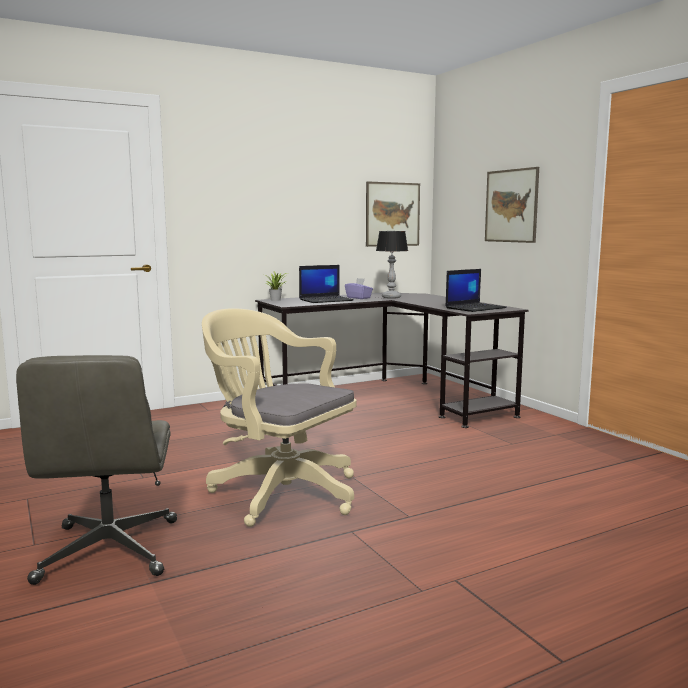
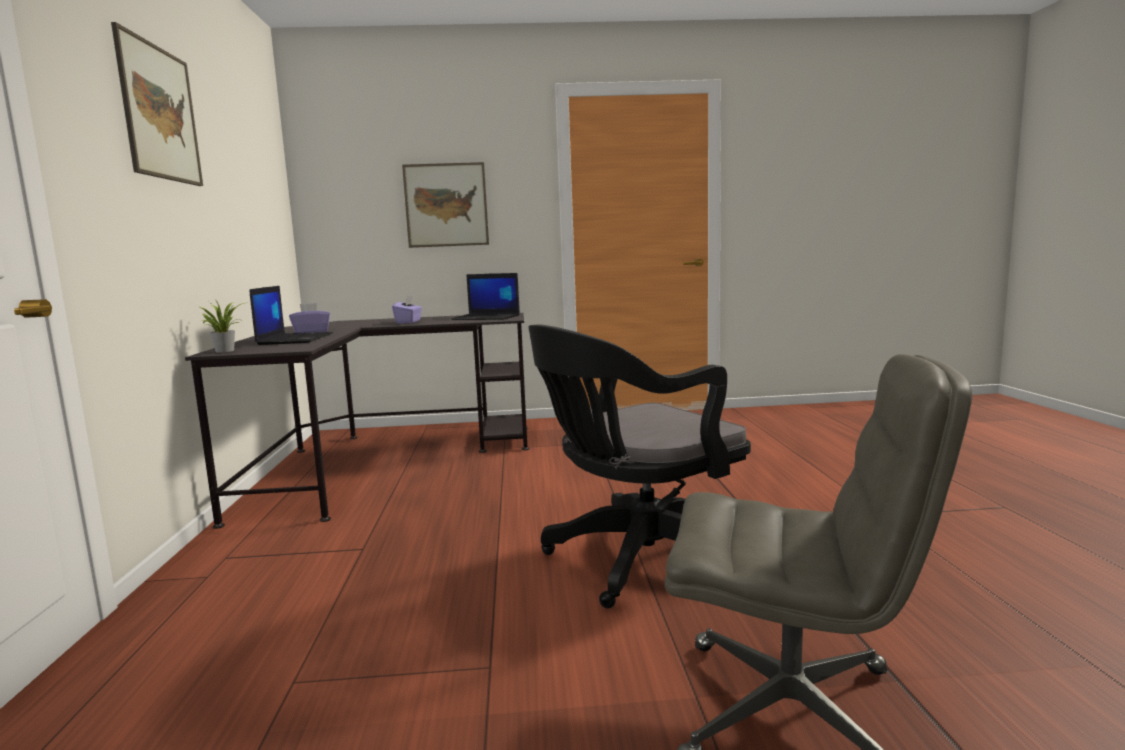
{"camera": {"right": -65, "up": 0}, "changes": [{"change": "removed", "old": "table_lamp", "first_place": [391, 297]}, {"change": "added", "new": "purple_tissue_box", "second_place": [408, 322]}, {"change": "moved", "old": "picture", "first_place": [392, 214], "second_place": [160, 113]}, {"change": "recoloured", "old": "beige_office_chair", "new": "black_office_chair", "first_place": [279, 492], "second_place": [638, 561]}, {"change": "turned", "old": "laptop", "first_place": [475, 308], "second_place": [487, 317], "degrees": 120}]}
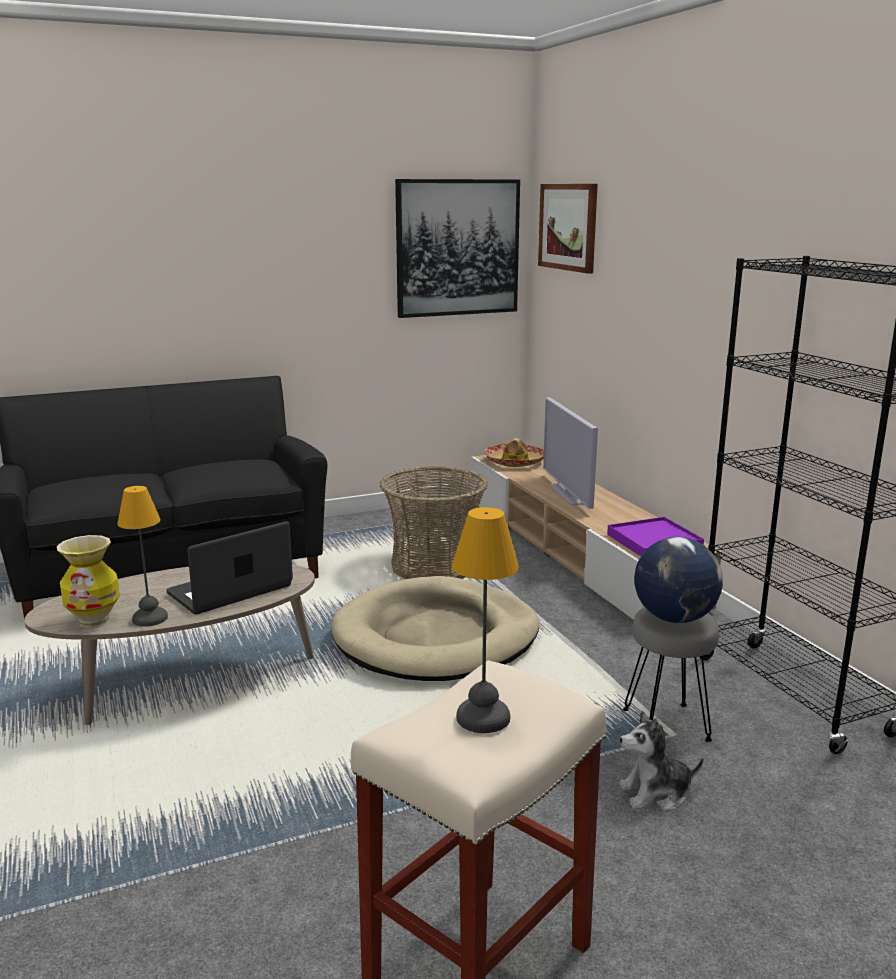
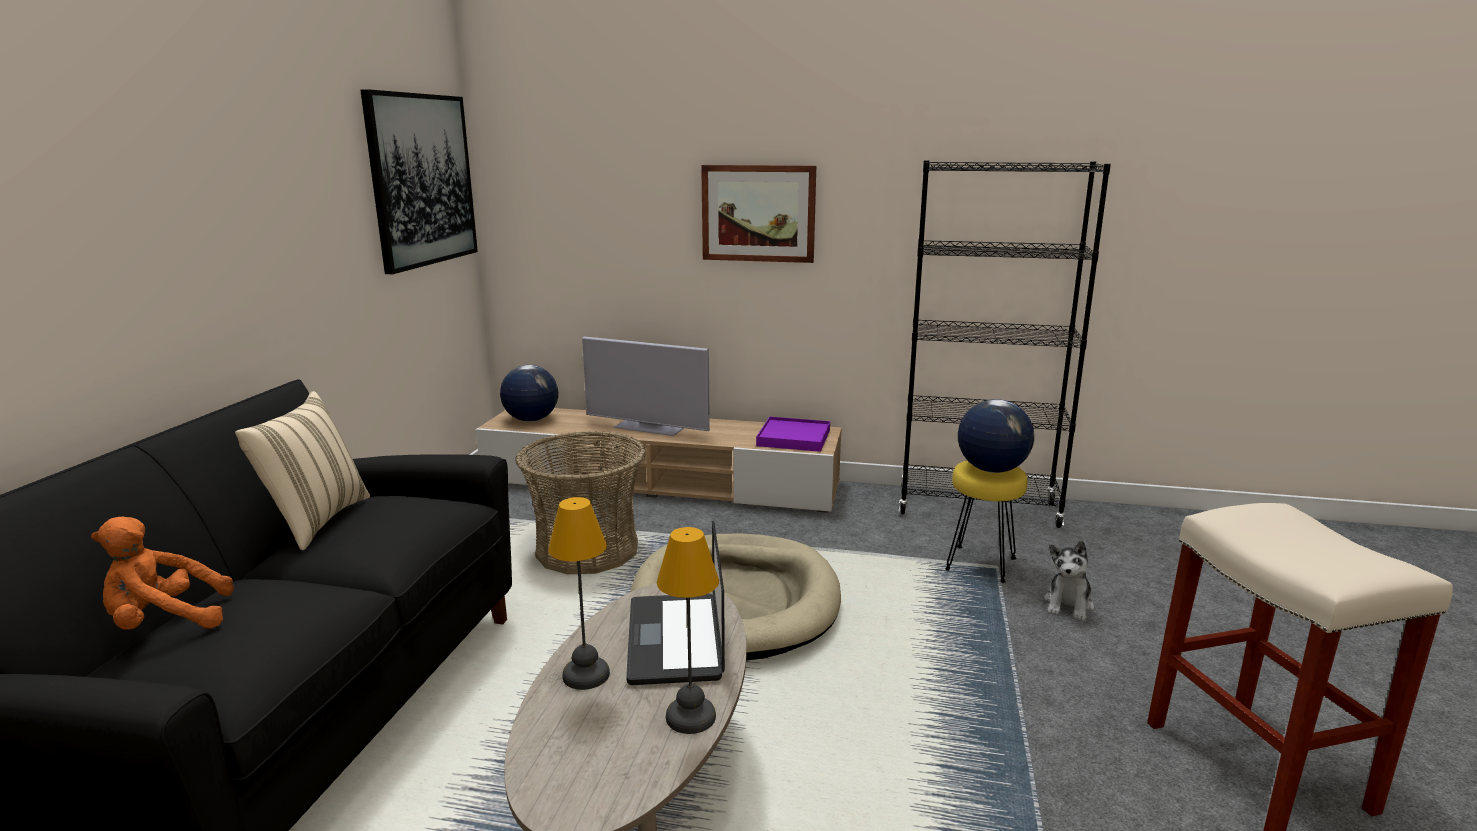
{"camera": {"right": -55, "up": 0}, "changes": [{"change": "removed", "old": "vase", "first_place": [94, 620]}, {"change": "added", "new": "orange_plush_toy", "second_place": [165, 622]}, {"change": "added", "new": "beige_pillow", "second_place": [315, 521]}, {"change": "moved", "old": "table_lamp", "first_place": [482, 716], "second_place": [584, 675]}, {"change": "moved", "old": "picture", "first_place": [568, 227], "second_place": [758, 213]}, {"change": "replaced", "old": "hat", "new": "globe", "first_place": [515, 462], "second_place": [531, 420]}, {"change": "recoloured", "old": "grey_stool", "new": "yellow_stool", "first_place": [667, 725], "second_place": [981, 563]}]}
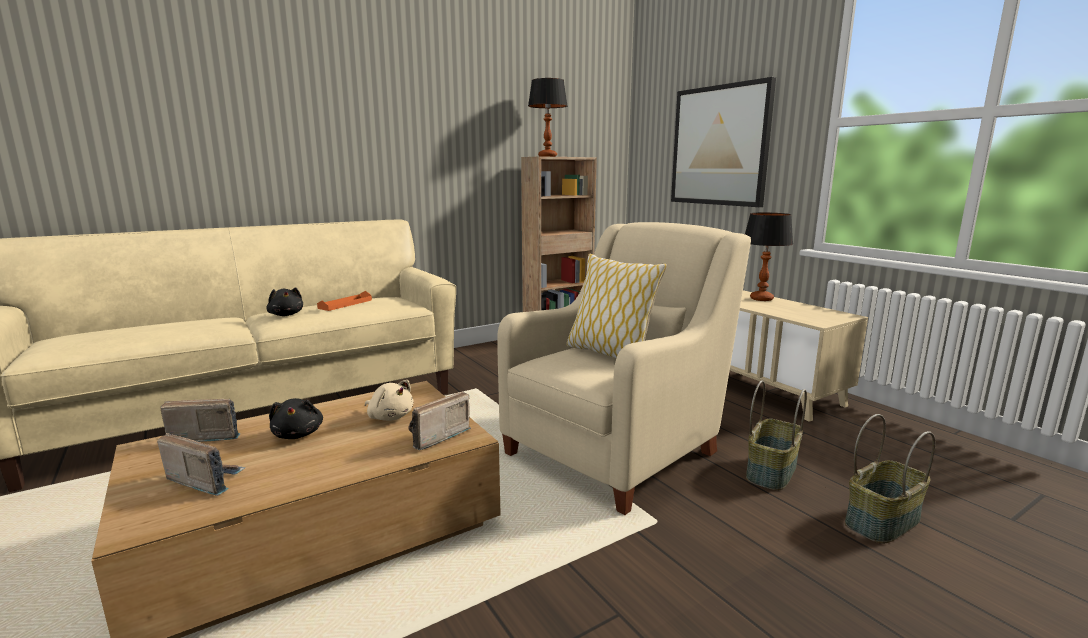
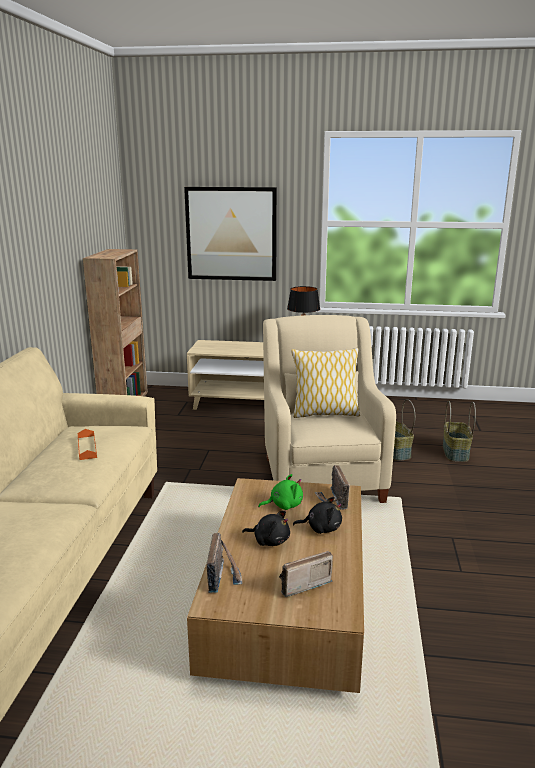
{"camera": {"right": -50, "up": 5}, "changes": [{"change": "removed", "old": "table_lamp", "first_place": [547, 156]}, {"change": "moved", "old": "black_plush_toy", "first_place": [286, 315], "second_place": [321, 528]}, {"change": "recoloured", "old": "beige_plush_toy", "new": "green_plush_toy", "first_place": [390, 417], "second_place": [284, 505]}, {"change": "turned", "old": "radio", "first_place": [206, 436], "second_place": [224, 575], "degrees": 150}]}
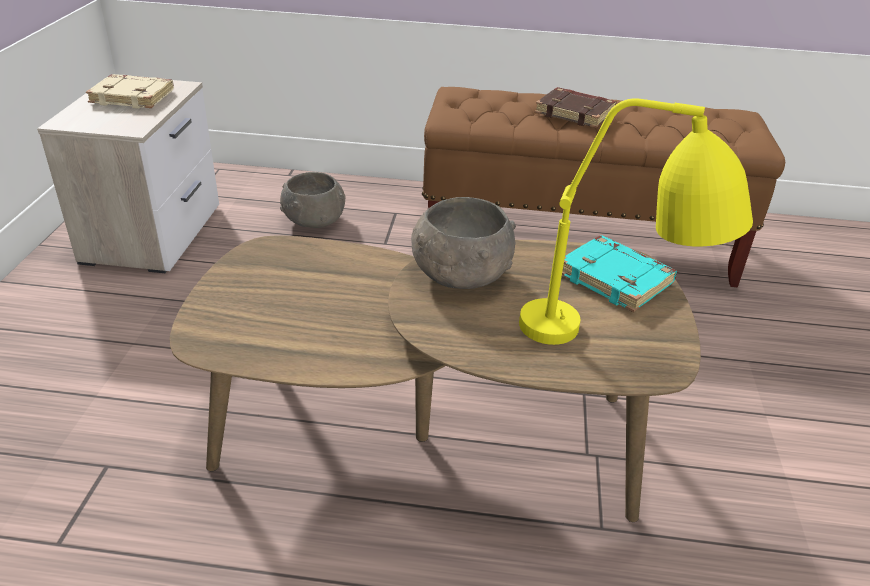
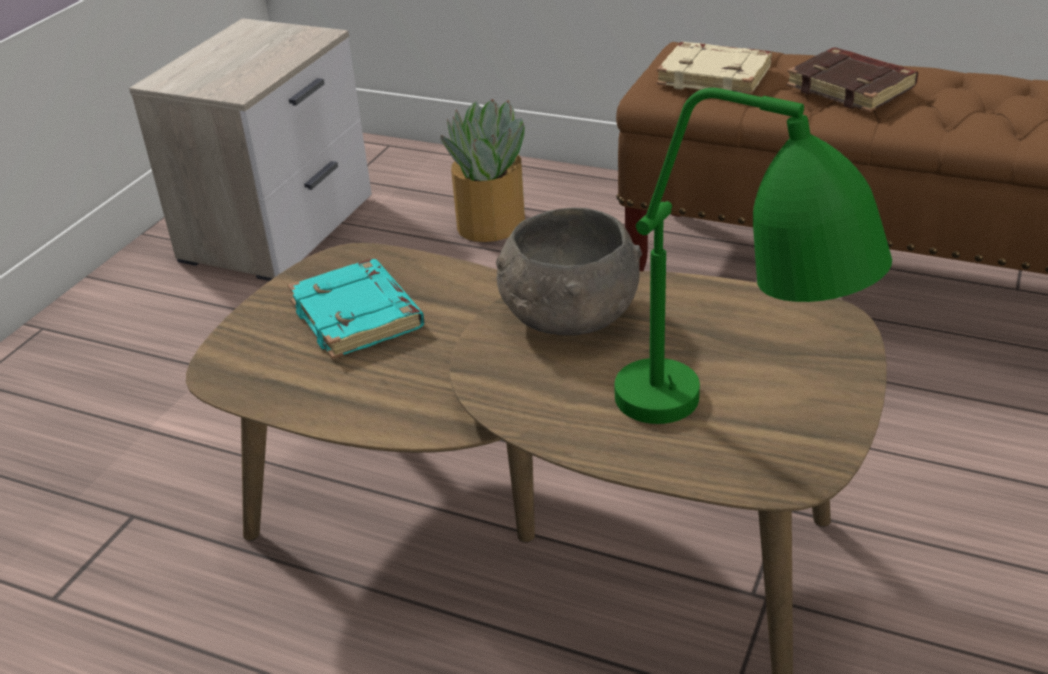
{"camera": {"right": 20, "up": 0}, "changes": [{"change": "moved", "old": "beige_book", "first_place": [134, 97], "second_place": [716, 77]}, {"change": "moved", "old": "turquoise_book", "first_place": [616, 279], "second_place": [359, 317]}, {"change": "replaced", "old": "grey_bowl", "new": "potted_plant", "first_place": [314, 220], "second_place": [489, 224]}, {"change": "recoloured", "old": "yellow_table_lamp", "new": "green_table_lamp", "first_place": [614, 345], "second_place": [737, 434]}]}
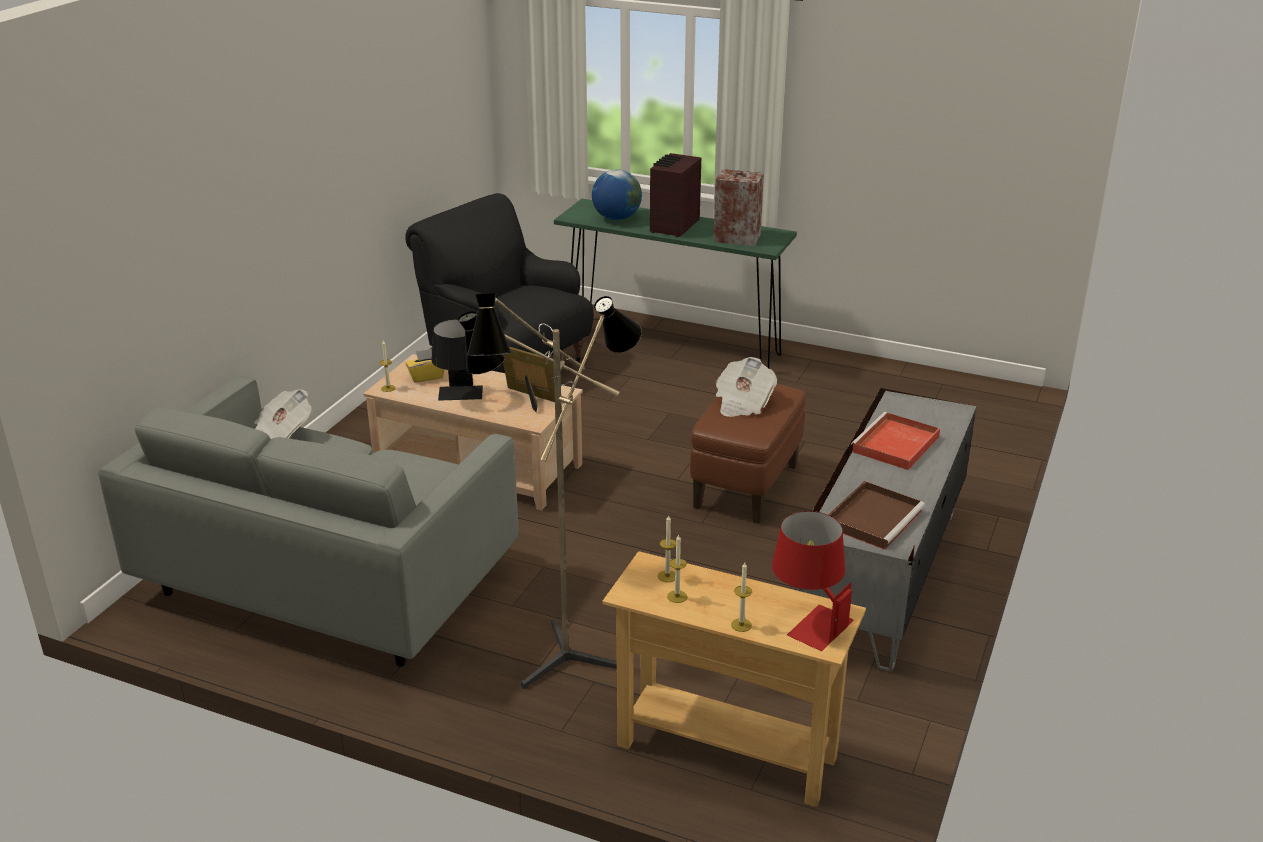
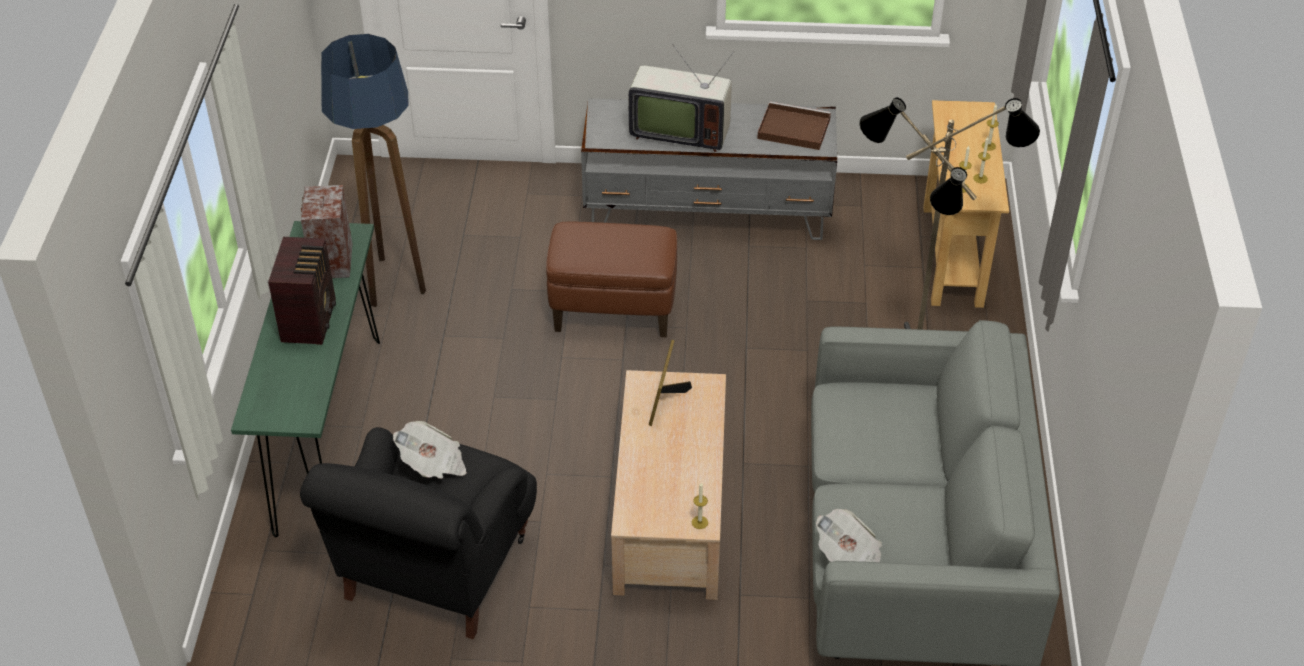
{"camera": {"right": -110, "up": 15}, "changes": [{"change": "removed", "old": "yellow_tissue_box", "first_place": [426, 376]}, {"change": "removed", "old": "black_table_lamp", "first_place": [460, 397]}, {"change": "removed", "old": "globe", "first_place": [616, 218]}, {"change": "removed", "old": "red_table_lamp", "first_place": [808, 622]}, {"change": "added", "new": "floor_lamp", "second_place": [390, 281]}, {"change": "moved", "old": "newspaper", "first_place": [742, 403], "second_place": [433, 464]}, {"change": "replaced", "old": "red_tray", "new": "television", "first_place": [895, 445], "second_place": [679, 131]}, {"change": "turned", "old": "radio", "first_place": [673, 226], "second_place": [310, 320], "degrees": -90}]}
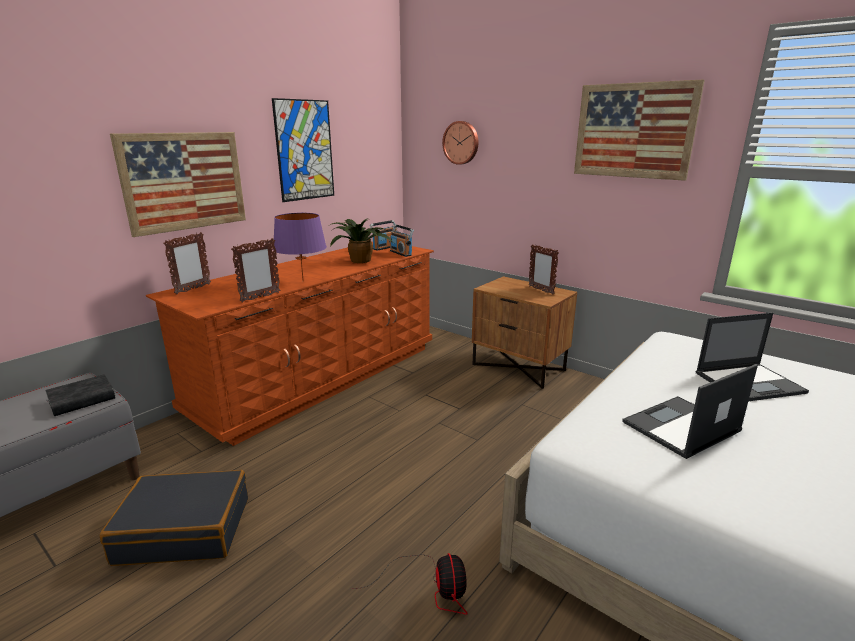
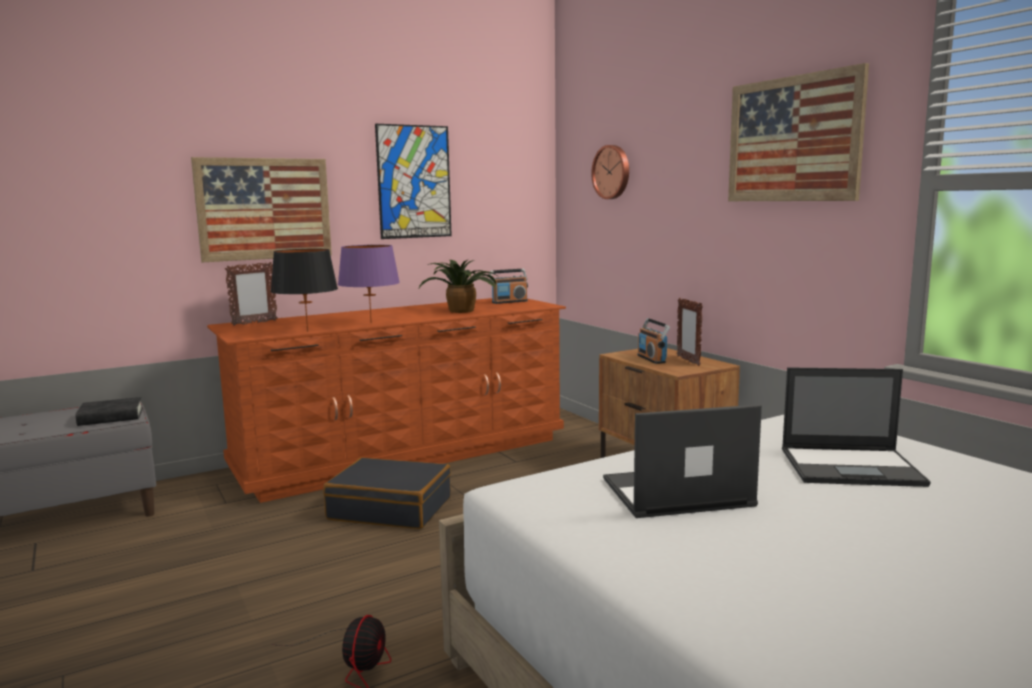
{"camera": {"right": 20, "up": -10}, "changes": [{"change": "moved", "old": "black_suitcase", "first_place": [185, 529], "second_place": [390, 508]}, {"change": "moved", "old": "radio", "first_place": [401, 253], "second_place": [651, 359]}, {"change": "replaced", "old": "picture_frame", "new": "black_table_lamp", "first_place": [260, 297], "second_place": [307, 332]}]}
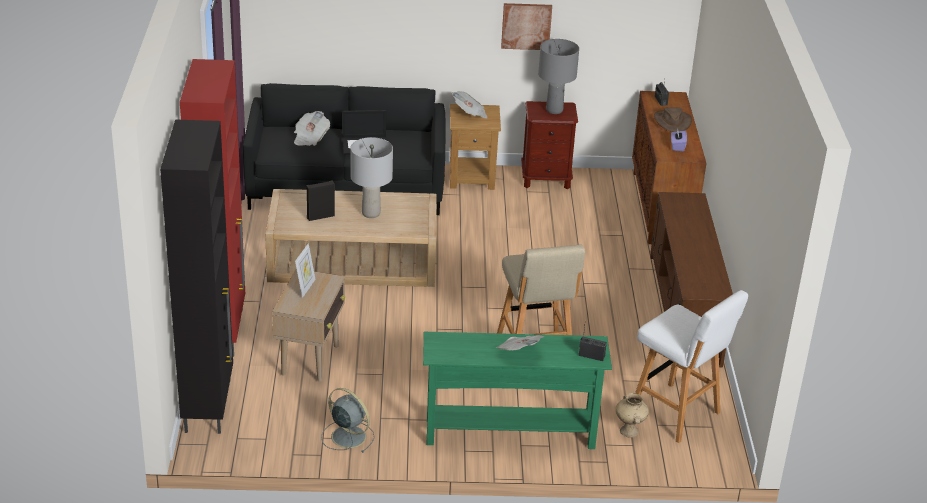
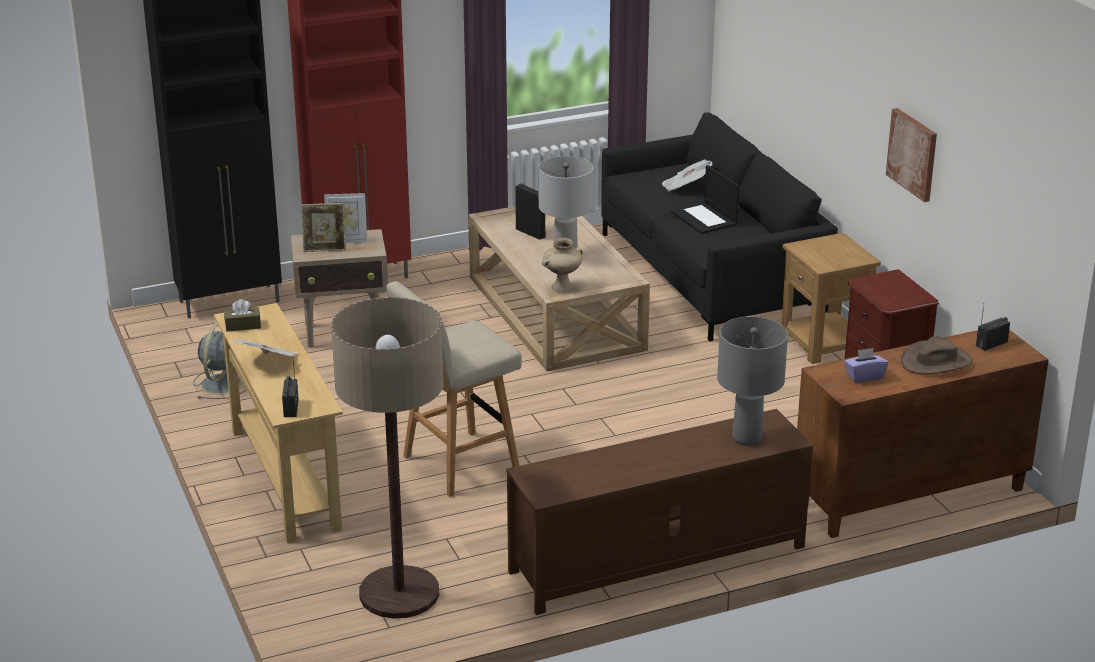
{"camera": {"right": 70, "up": -5}, "changes": [{"change": "removed", "old": "newspaper", "first_place": [470, 114]}, {"change": "added", "new": "brown_tissue_box", "second_place": [243, 325]}, {"change": "added", "new": "picture_frame", "second_place": [325, 250]}, {"change": "moved", "old": "grey_table_lamp", "first_place": [554, 110], "second_place": [746, 439]}, {"change": "moved", "old": "beige_vase", "first_place": [629, 431], "second_place": [562, 288]}, {"change": "replaced", "old": "white_stool", "new": "floor_lamp", "first_place": [677, 414], "second_place": [399, 593]}, {"change": "recoloured", "old": "green_console_table", "new": "beige_console_table", "first_place": [510, 433], "second_place": [284, 479]}]}
